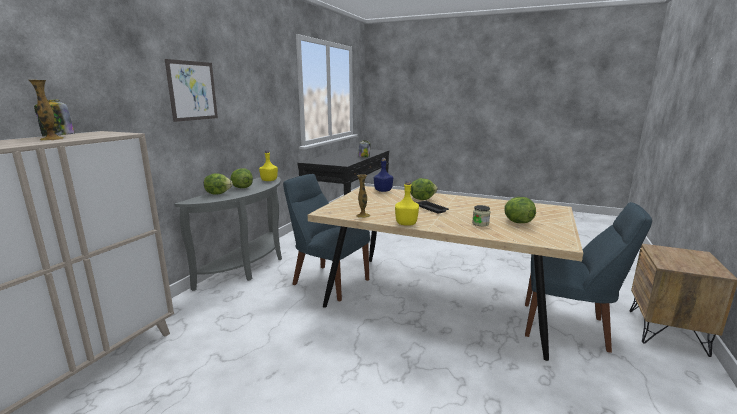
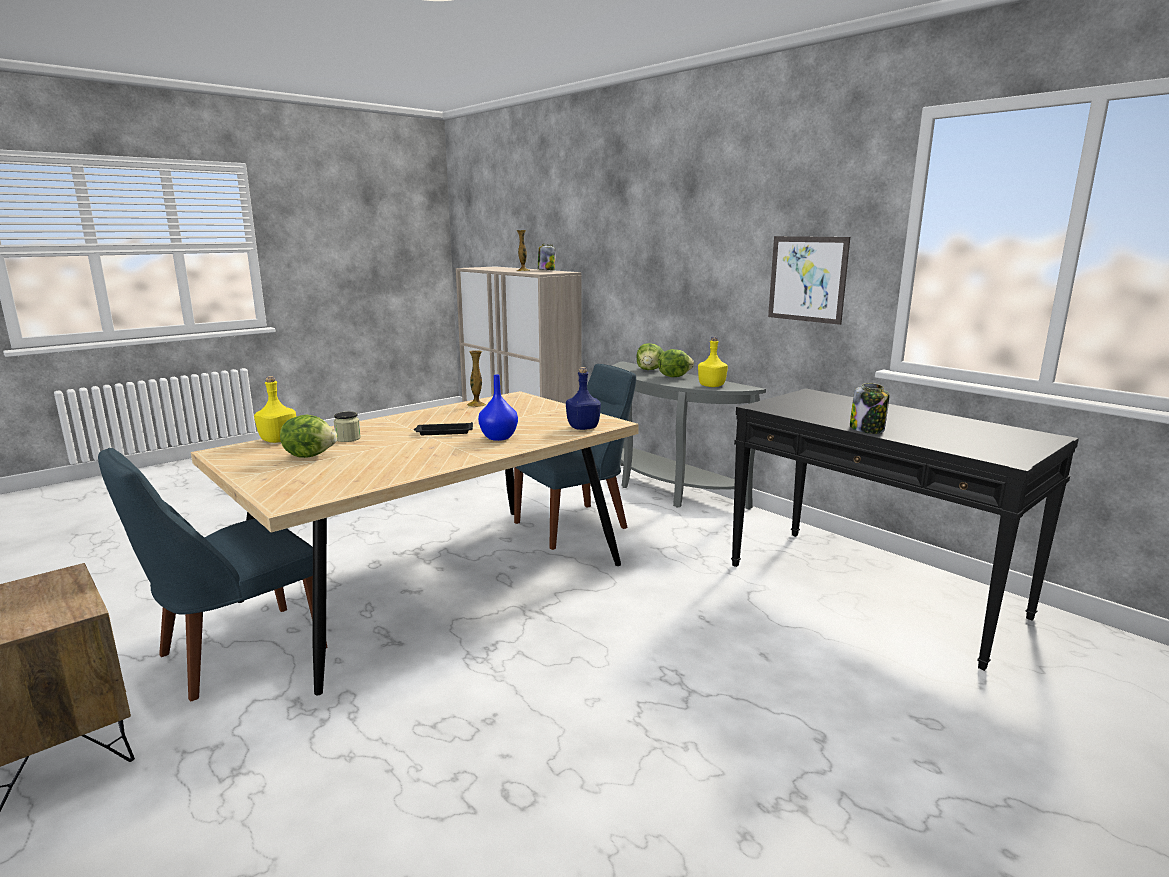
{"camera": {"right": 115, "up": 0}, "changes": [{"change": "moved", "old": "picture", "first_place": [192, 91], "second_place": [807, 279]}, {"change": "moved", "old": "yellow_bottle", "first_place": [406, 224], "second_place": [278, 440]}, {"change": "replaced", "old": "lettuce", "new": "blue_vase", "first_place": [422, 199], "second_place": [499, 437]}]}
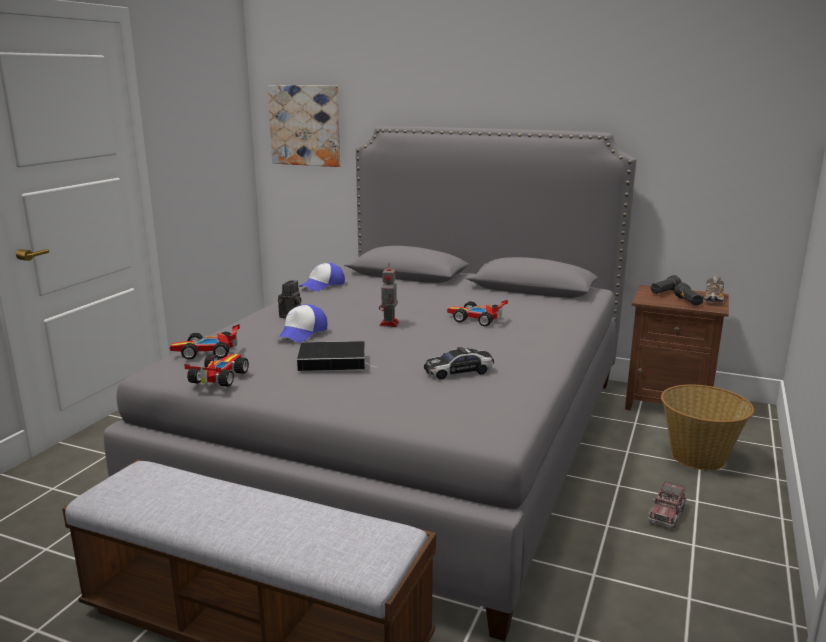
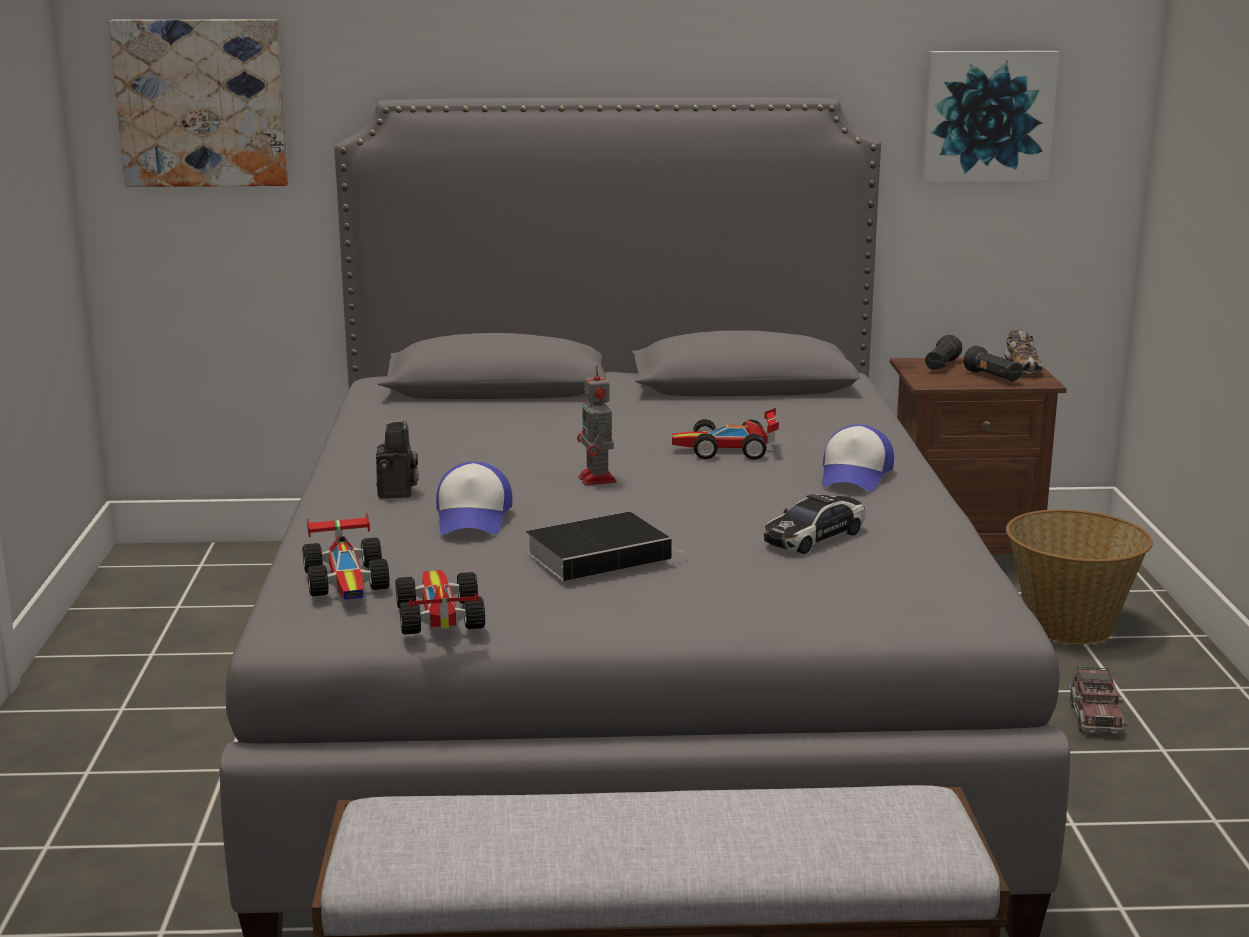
{"camera": {"right": -25, "up": 0}, "changes": [{"change": "added", "new": "picture", "second_place": [987, 116]}, {"change": "moved", "old": "cap", "first_place": [323, 285], "second_place": [855, 475]}, {"change": "turned", "old": "toy_car", "first_place": [207, 352], "second_place": [348, 580], "degrees": -75}]}
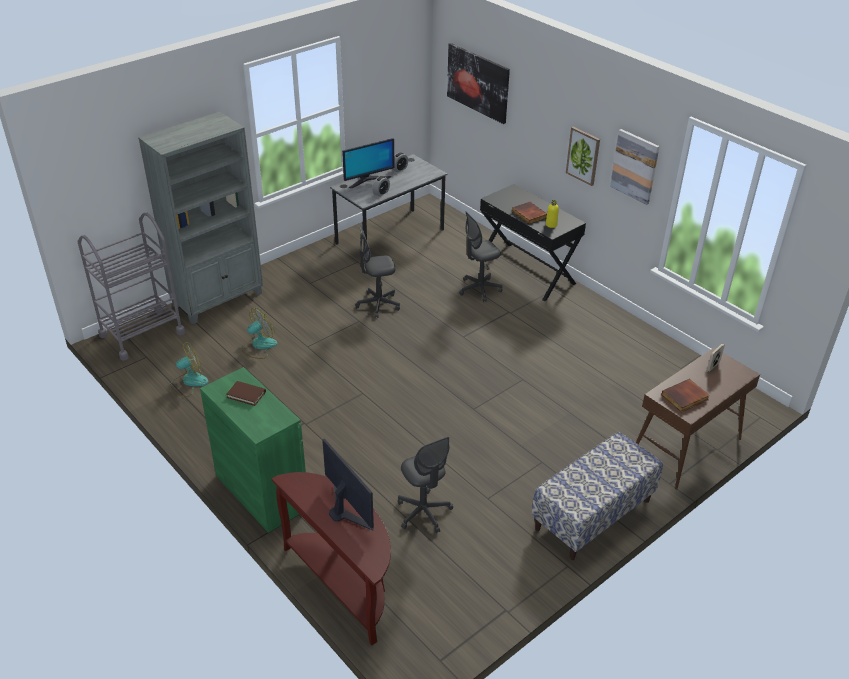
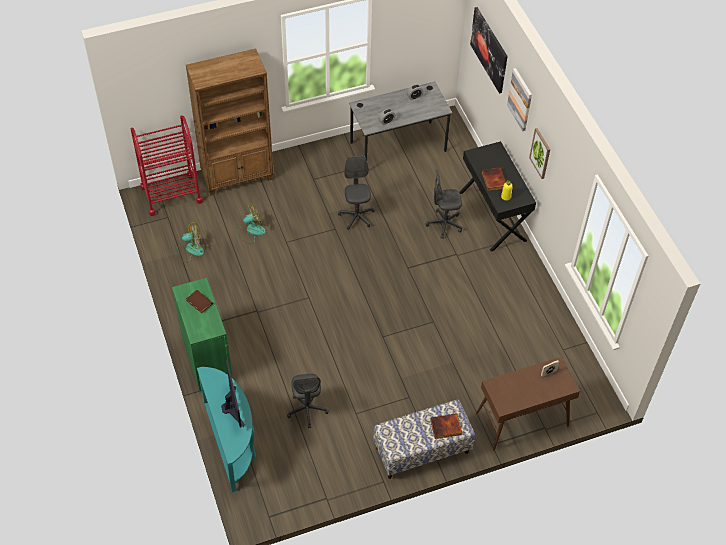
{"camera": {"right": 20, "up": 15}, "changes": [{"change": "removed", "old": "monitor", "first_place": [368, 180]}, {"change": "moved", "old": "picture", "first_place": [635, 166], "second_place": [520, 99]}, {"change": "moved", "old": "book", "first_place": [685, 398], "second_place": [445, 427]}, {"change": "recoloured", "old": "grey_cart", "new": "red_cart", "first_place": [142, 334], "second_place": [171, 194]}, {"change": "recoloured", "old": "grey_bookcase", "new": "brown_bookcase", "first_place": [219, 299], "second_place": [238, 176]}, {"change": "recoloured", "old": "brown_console_table", "new": "turquoise_console_table", "first_place": [344, 584], "second_place": [232, 444]}, {"change": "turned", "old": "grey_office_chair", "first_place": [378, 304], "second_place": [356, 216], "degrees": 75}]}
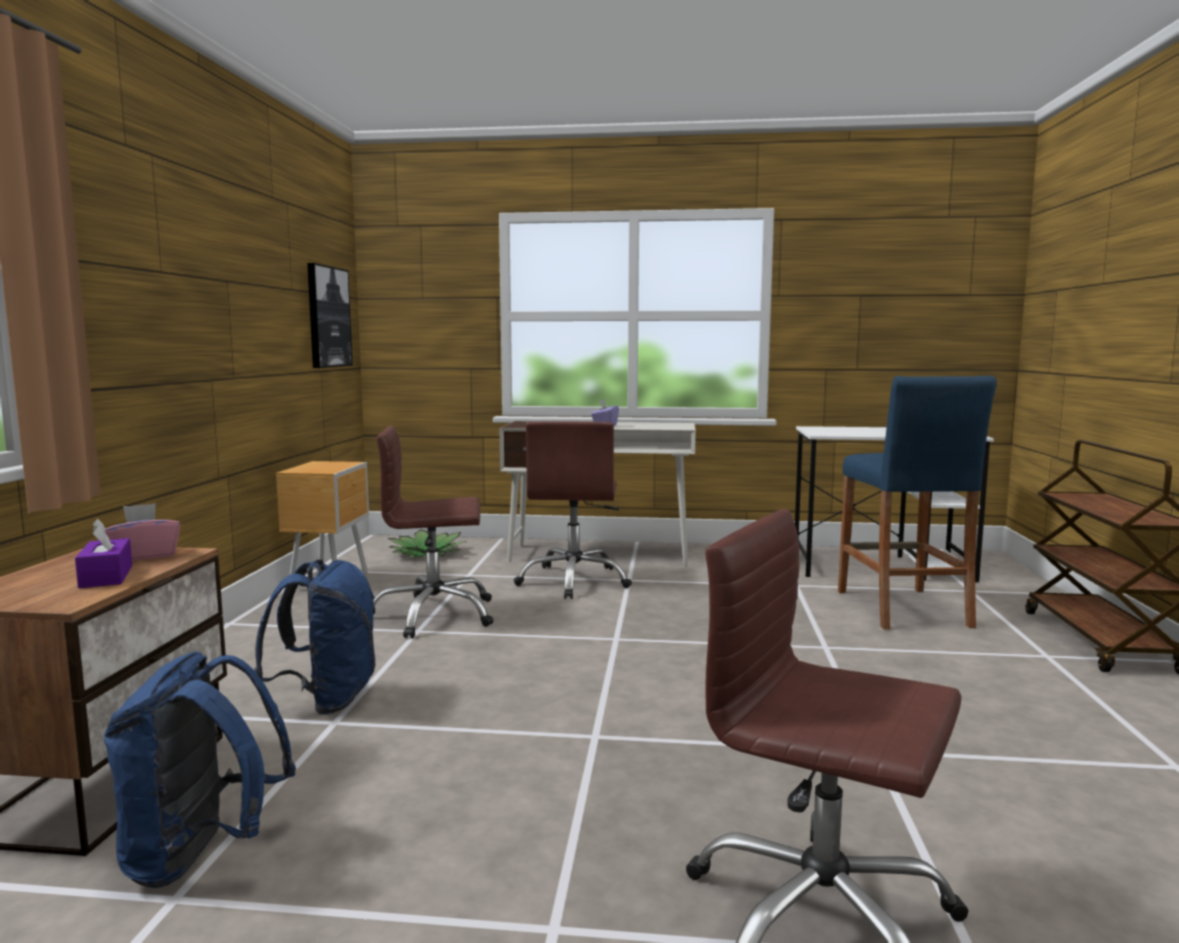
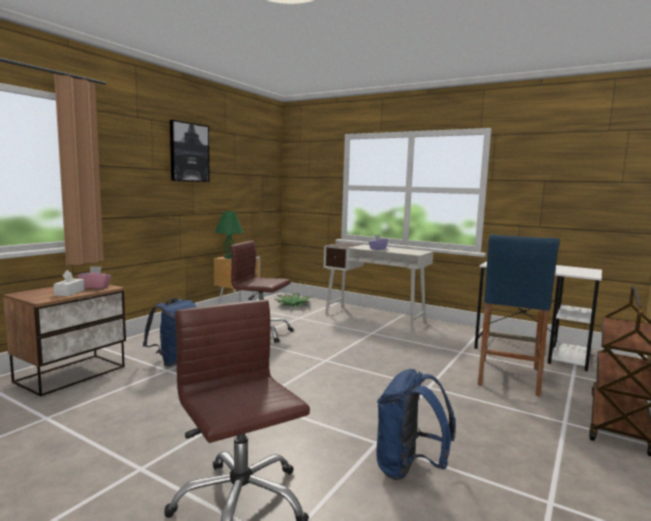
{"camera": {"right": 25, "up": 0}, "changes": [{"change": "removed", "old": "brown_office_chair", "first_place": [574, 581]}, {"change": "added", "new": "green_table_lamp", "second_place": [229, 257]}, {"change": "moved", "old": "blue_backpack", "first_place": [201, 856], "second_place": [409, 469]}, {"change": "moved", "old": "picture", "first_place": [328, 317], "second_place": [189, 152]}, {"change": "recoloured", "old": "purple_tissue_box", "new": "white_tissue_box", "first_place": [106, 576], "second_place": [69, 292]}]}
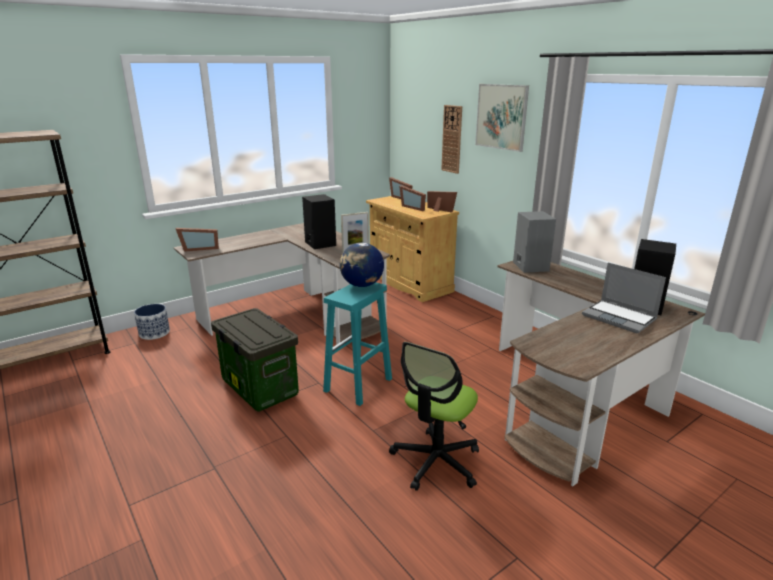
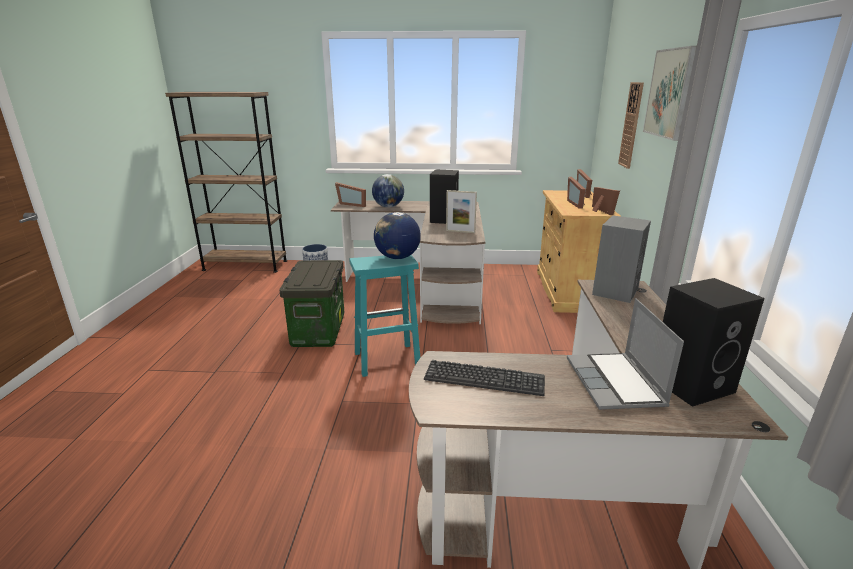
{"camera": {"right": 40, "up": 0}, "changes": [{"change": "removed", "old": "office_chair", "first_place": [436, 461]}, {"change": "added", "new": "globe", "second_place": [388, 207]}, {"change": "added", "new": "keyboard", "second_place": [484, 378]}]}
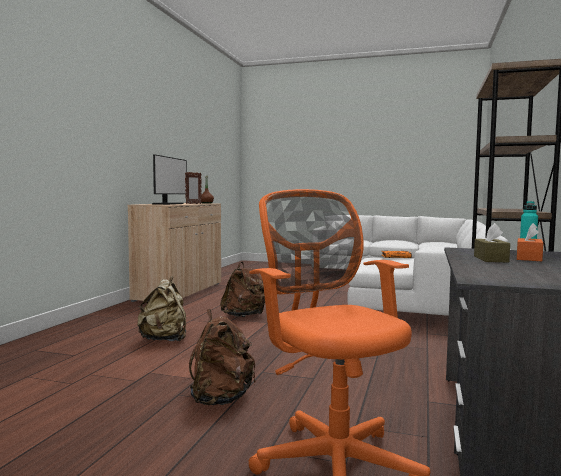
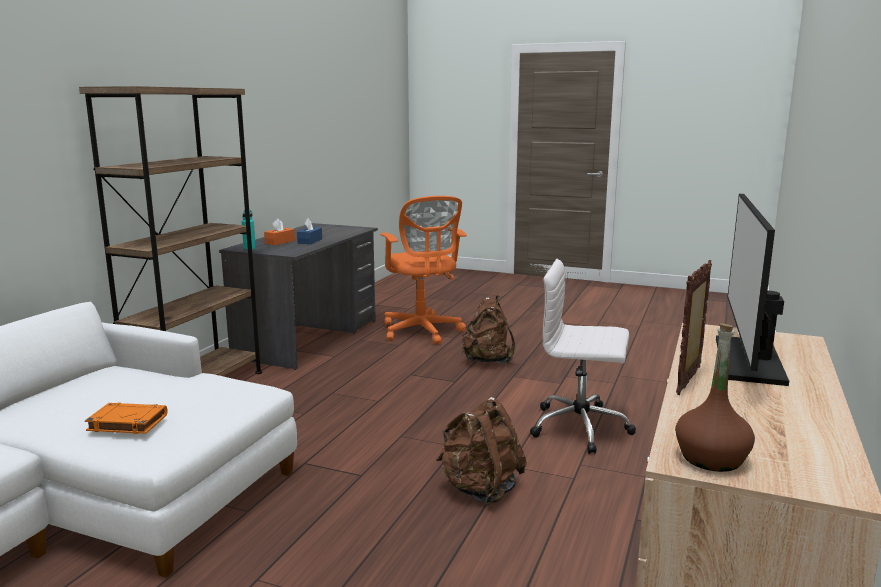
{"camera": {"right": -175, "up": 10}, "changes": [{"change": "replaced", "old": "beige_backpack", "new": "white_office_chair", "first_place": [164, 340], "second_place": [581, 427]}, {"change": "recoloured", "old": "brown_tissue_box", "new": "blue_tissue_box", "first_place": [490, 259], "second_place": [310, 241]}]}
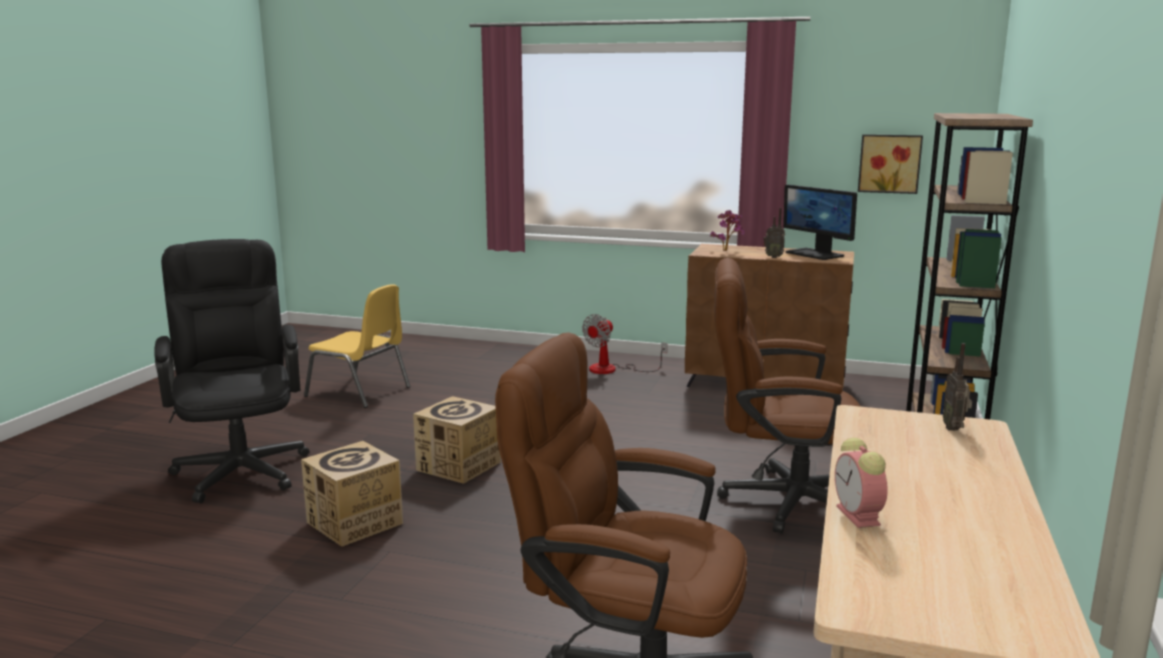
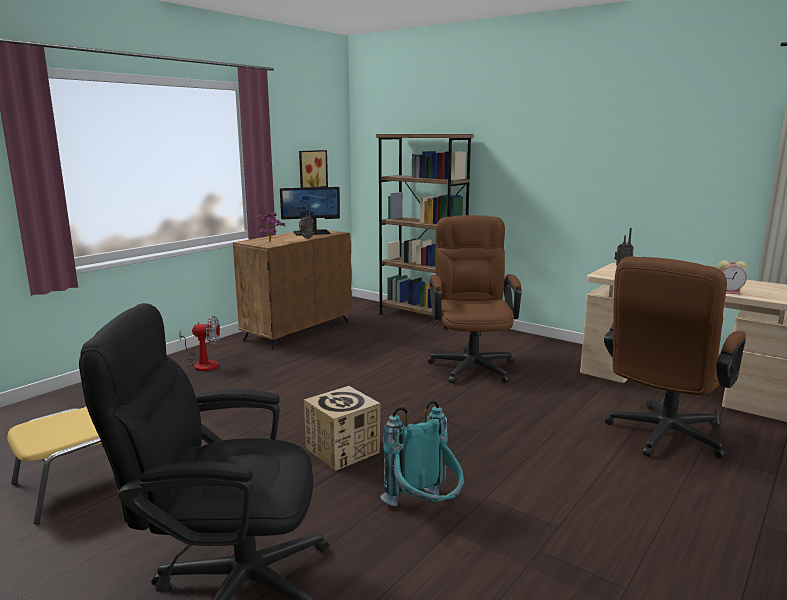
{"camera": {"right": -70, "up": 0}, "changes": [{"change": "replaced", "old": "cardboard_box", "new": "turquoise_backpack", "first_place": [354, 523], "second_place": [425, 510]}, {"change": "turned", "old": "fan", "first_place": [612, 369], "second_place": [202, 364], "degrees": -60}, {"change": "turned", "old": "brown_office_chair", "first_place": [779, 500], "second_place": [471, 364], "degrees": 150}]}
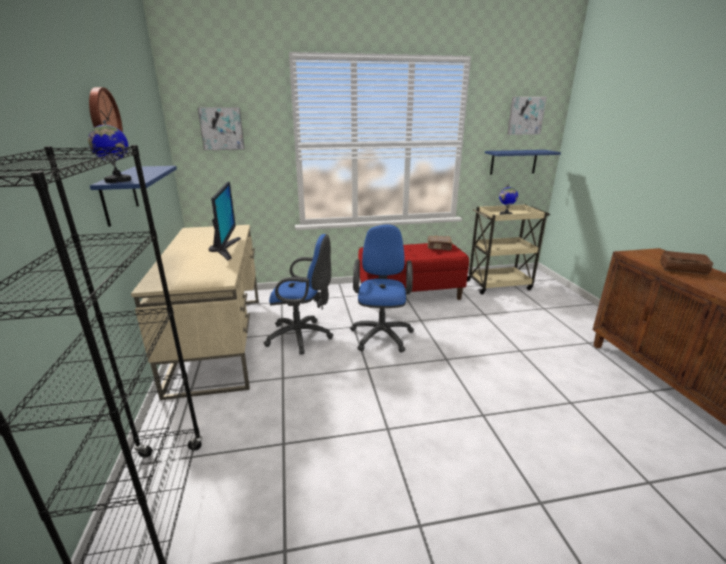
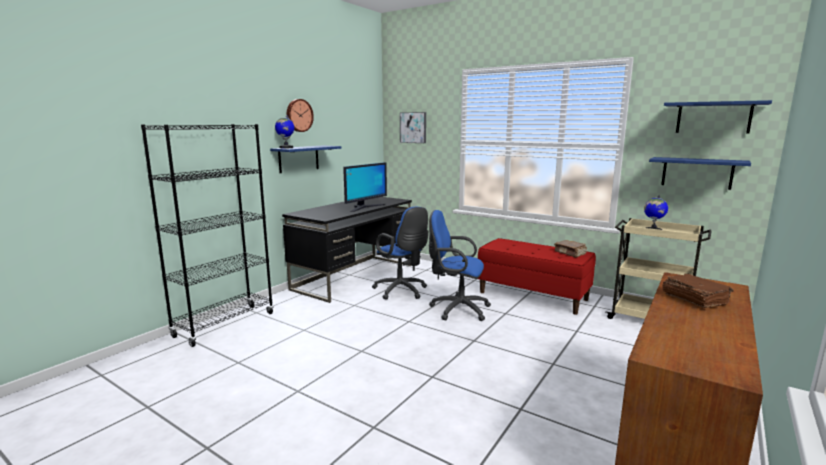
{"camera": {"right": 45, "up": -10}, "changes": [{"change": "replaced", "old": "picture", "new": "blue_shelf", "first_place": [525, 115], "second_place": [713, 118]}, {"change": "recoloured", "old": "beige_desk", "new": "black_desk", "first_place": [219, 341], "second_place": [355, 277]}, {"change": "turned", "old": "blue_office_chair", "first_place": [381, 334], "second_place": [456, 309], "degrees": -120}]}
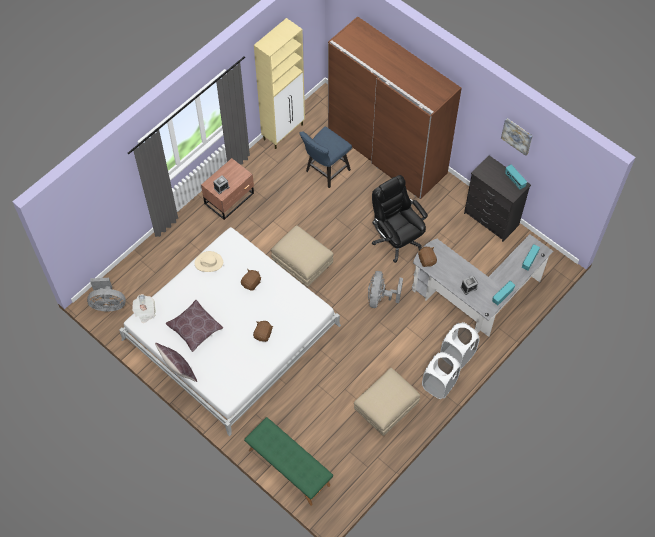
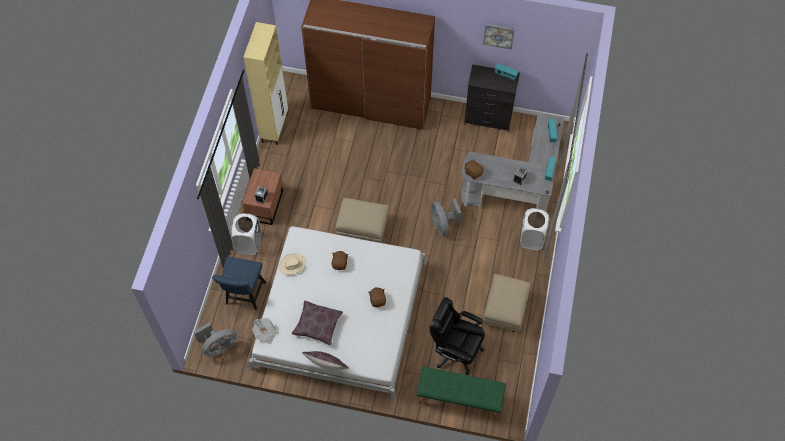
{"camera": {"right": -30, "up": 0}, "changes": [{"change": "moved", "old": "blue_chair", "first_place": [325, 172], "second_place": [244, 296]}, {"change": "moved", "old": "black_office_chair", "first_place": [397, 239], "second_place": [455, 351]}, {"change": "moved", "old": "white_laundry_basket", "first_place": [439, 384], "second_place": [249, 243]}]}
